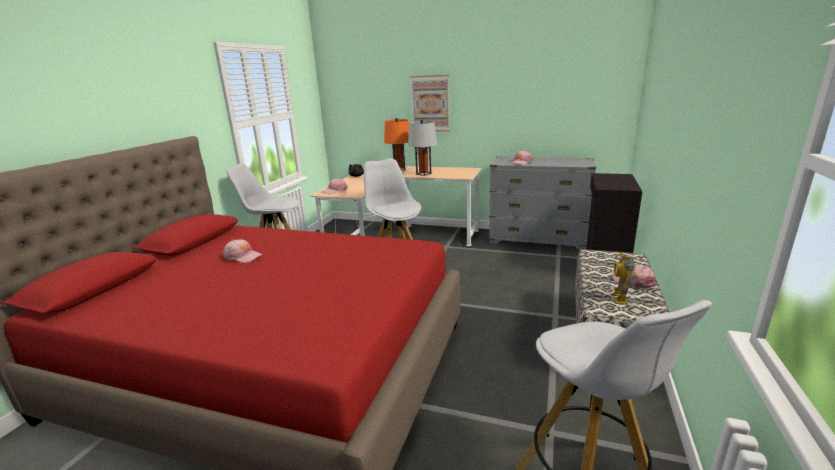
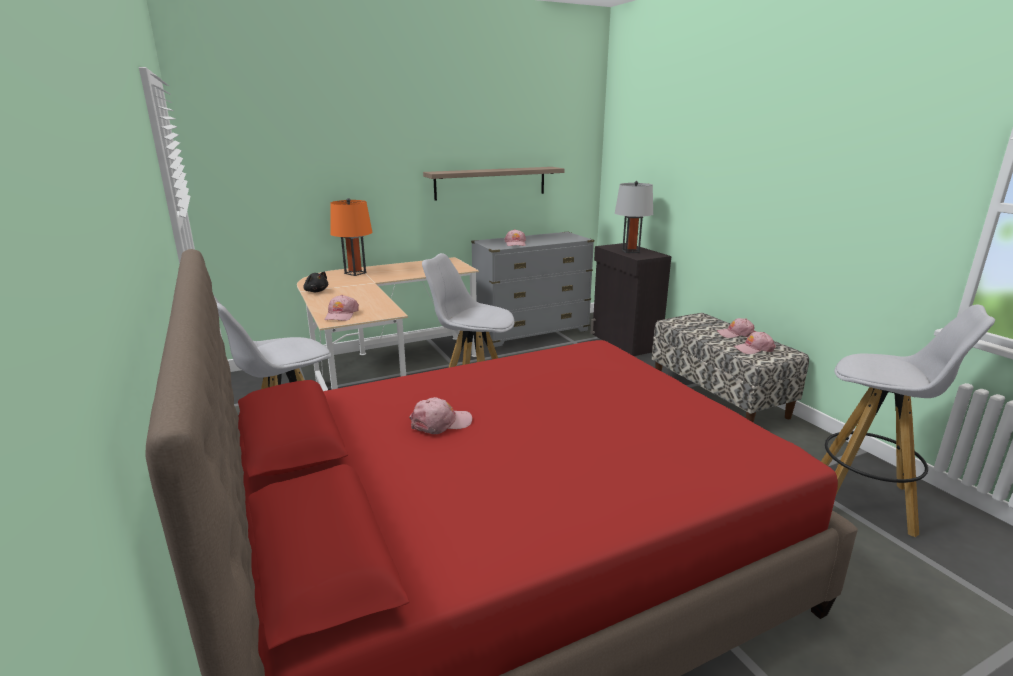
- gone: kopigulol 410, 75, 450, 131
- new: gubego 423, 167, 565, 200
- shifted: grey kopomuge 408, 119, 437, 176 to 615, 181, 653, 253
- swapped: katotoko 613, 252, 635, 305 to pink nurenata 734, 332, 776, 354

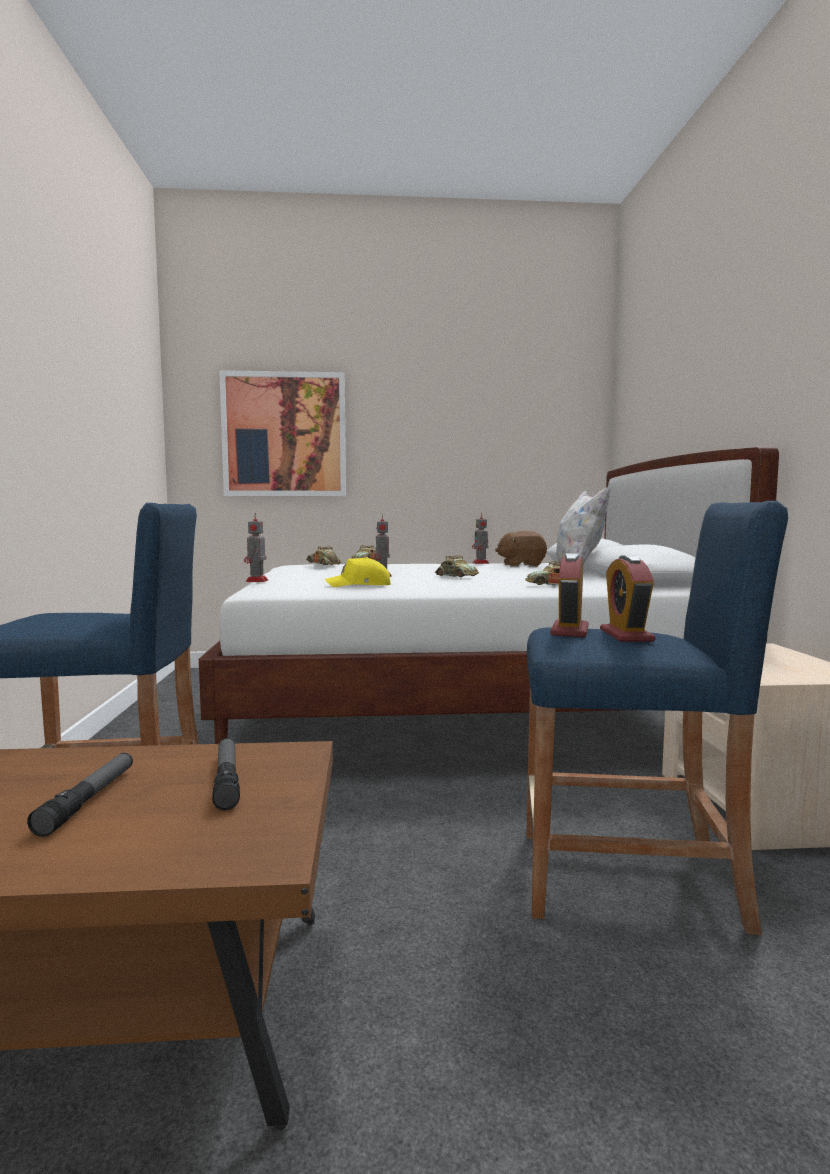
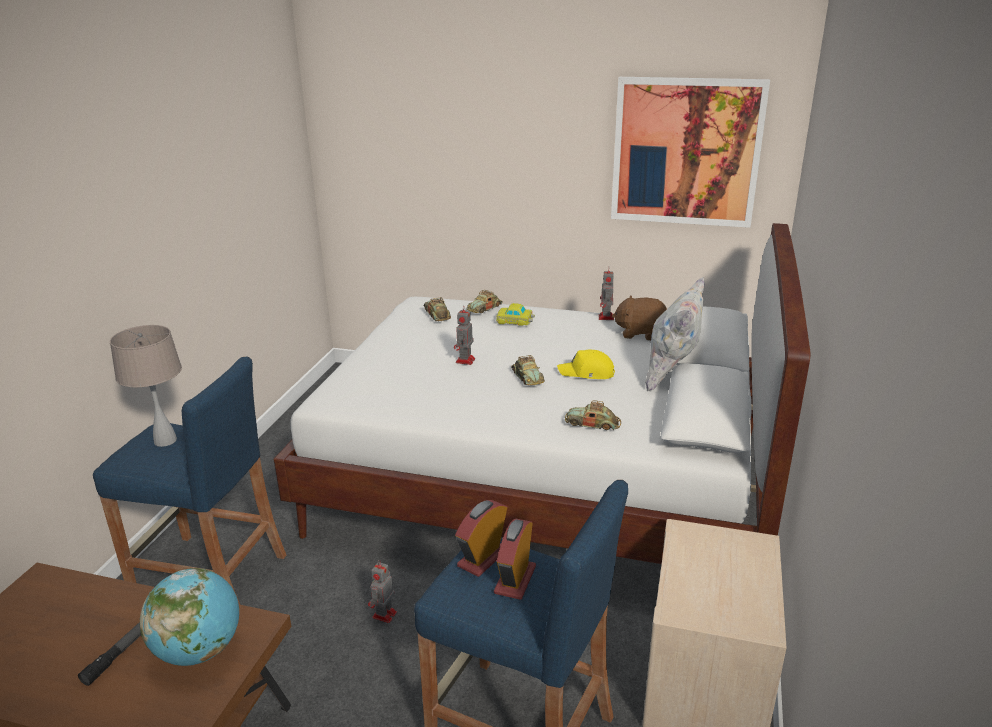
- new: beige kopomuge 110, 325, 182, 447
- new: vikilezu 496, 303, 535, 326
- shifted: kopigulol 219, 370, 346, 496 to 611, 77, 770, 228
- shifted: katotoko 244, 513, 268, 582 to 368, 561, 397, 623
- shifted: yellow nurenata 325, 557, 391, 587 to 557, 350, 615, 379
- swapped: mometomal 212, 738, 240, 810 to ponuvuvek 140, 568, 239, 666

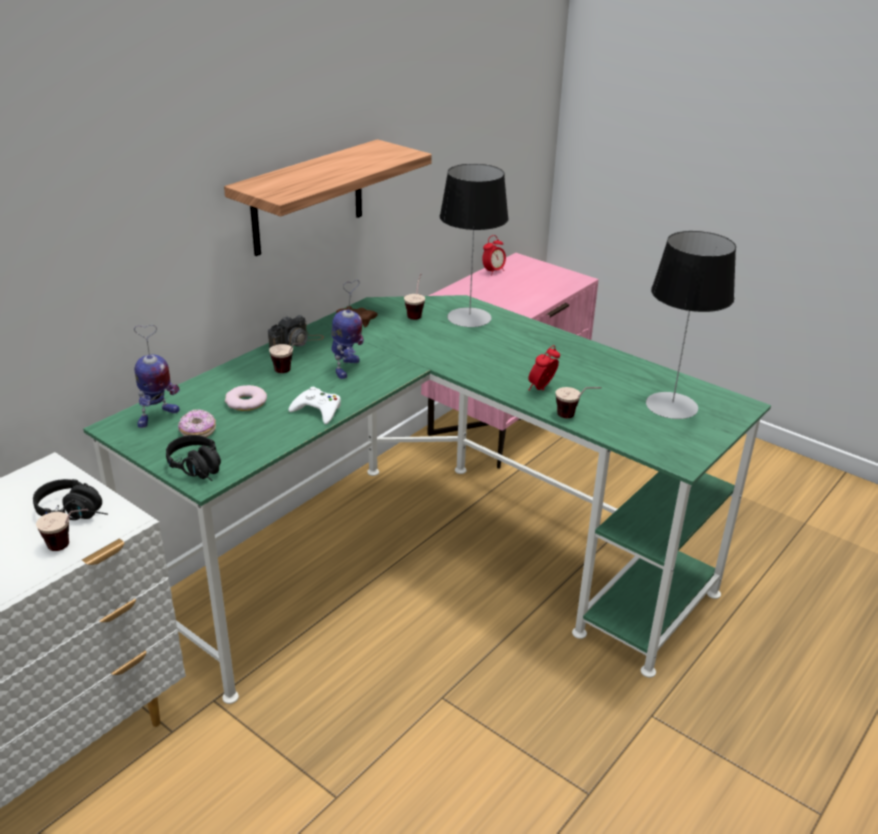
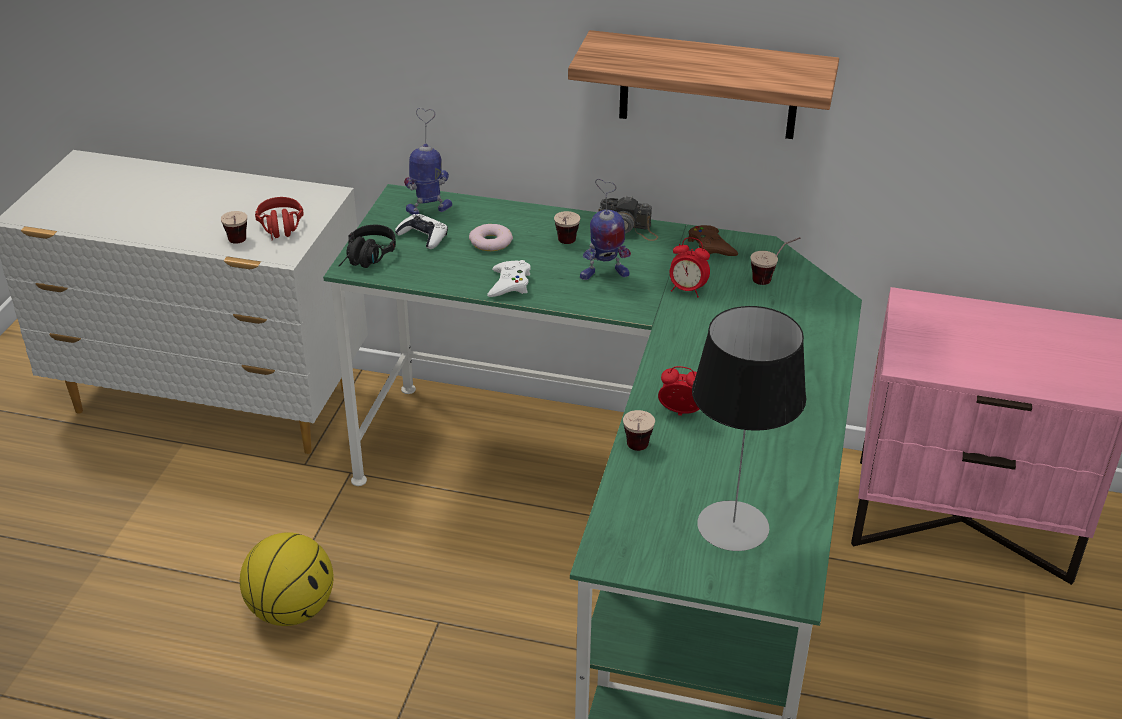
- gone: kopomuge 440, 164, 509, 327
- new: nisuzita 240, 532, 333, 626
- shifted: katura 482, 235, 506, 275 to 670, 237, 710, 298
- swapped: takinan 178, 409, 216, 437 to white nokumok 395, 214, 448, 249
- repainted: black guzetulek 33, 479, 108, 520 to red guzetulek 255, 197, 304, 240
- rotated: katotoko 134, 325, 180, 428 = 404, 108, 452, 215 150 degrees clockwise

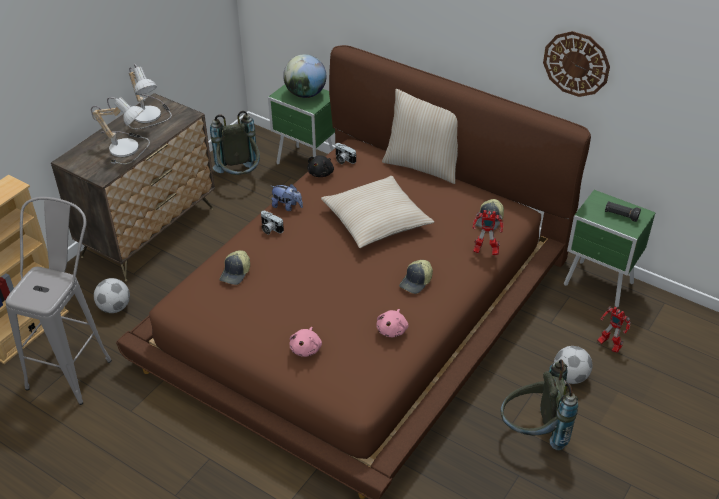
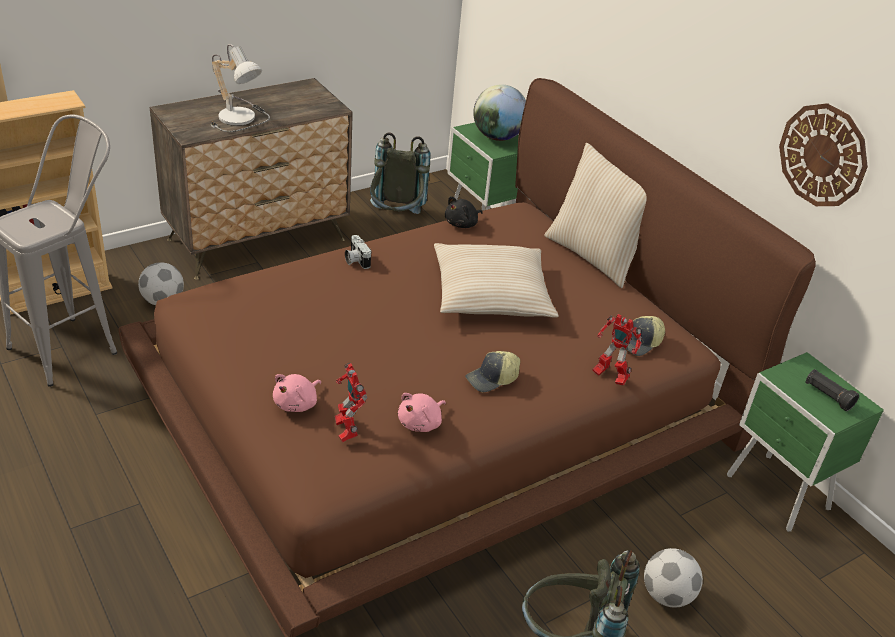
- gone: kopomuge 124, 64, 172, 129
- gone: nurenata 220, 250, 250, 285
- gone: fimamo 271, 184, 303, 211
- gone: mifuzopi 335, 143, 356, 164
- shifted: katotoko 597, 306, 631, 353 to 335, 363, 367, 442

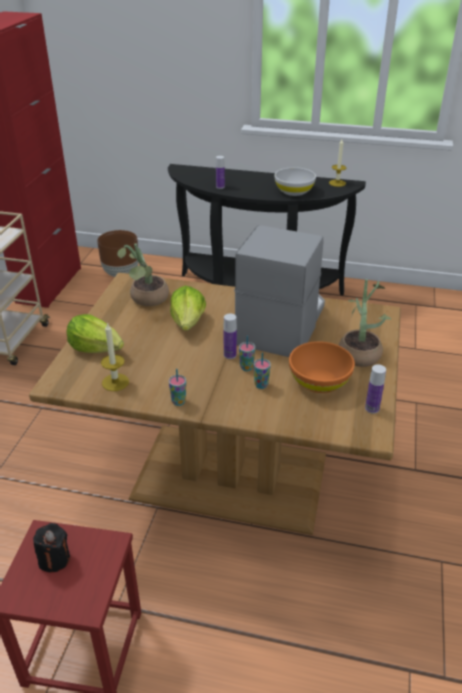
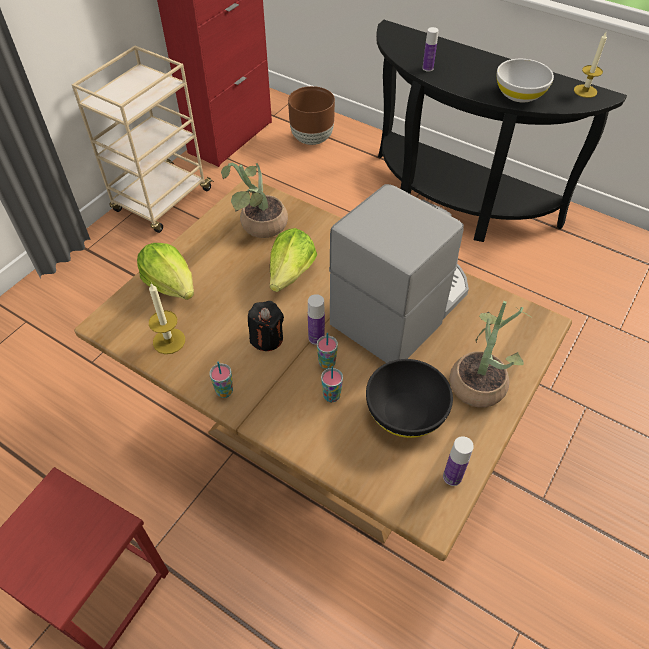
- shifted: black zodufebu 33, 523, 70, 573 to 248, 301, 284, 351
- repainted: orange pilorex 289, 341, 355, 393 to black pilorex 366, 359, 453, 438

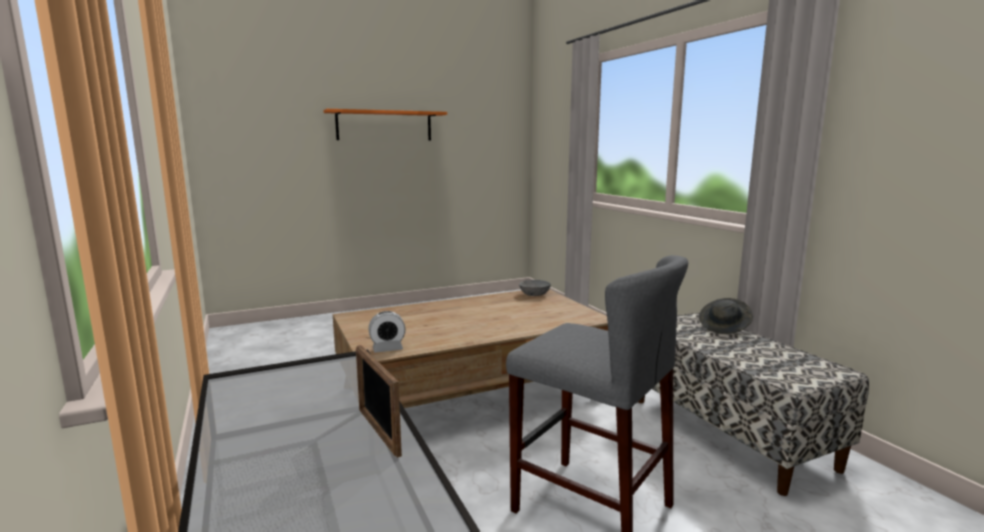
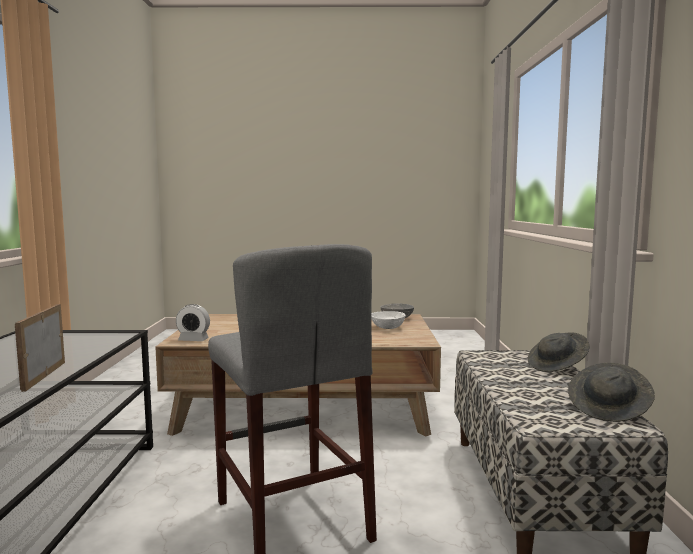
- gone: orange gubego 323, 109, 447, 141
- new: white pilorex 371, 311, 406, 329
- new: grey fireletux 568, 363, 655, 422

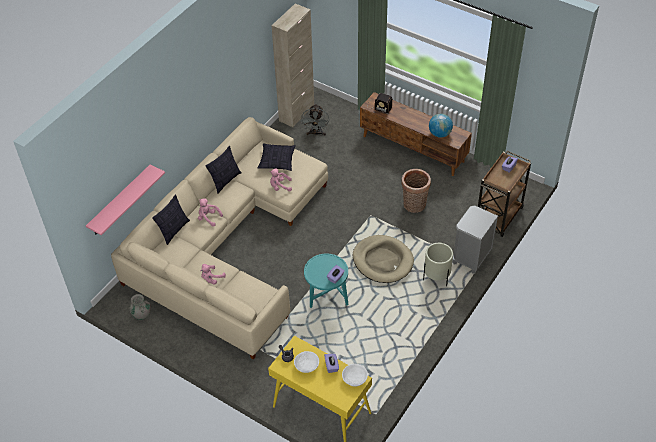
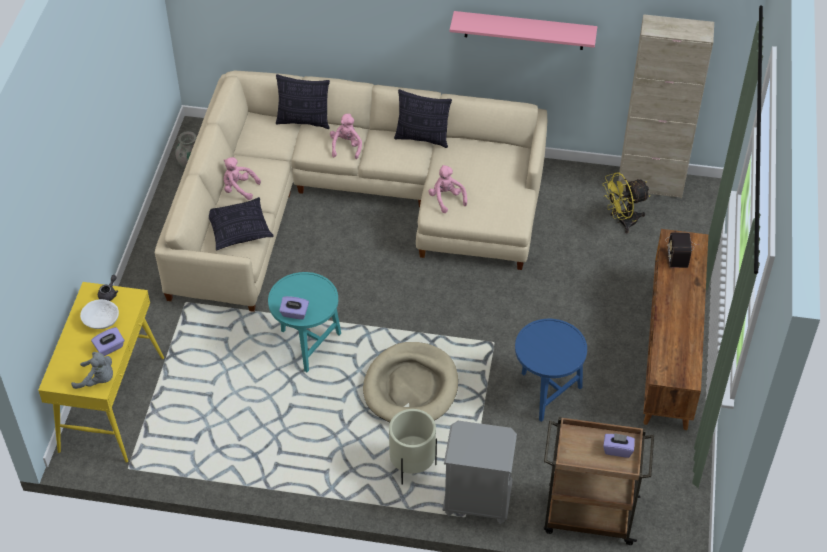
- gone: ponuvuvek 429, 113, 453, 138
- shifted: pink gubego 86, 164, 165, 235 to 450, 11, 597, 50
- shifted: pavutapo 257, 143, 296, 171 to 209, 197, 274, 250
- swapped: white pilorex 342, 364, 368, 387 to grey fimamo 71, 352, 113, 389
- swapped: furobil 401, 169, 431, 213 to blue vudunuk 515, 319, 587, 422
- repainted: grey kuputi 301, 104, 329, 136 to yellow kuputi 602, 172, 650, 233

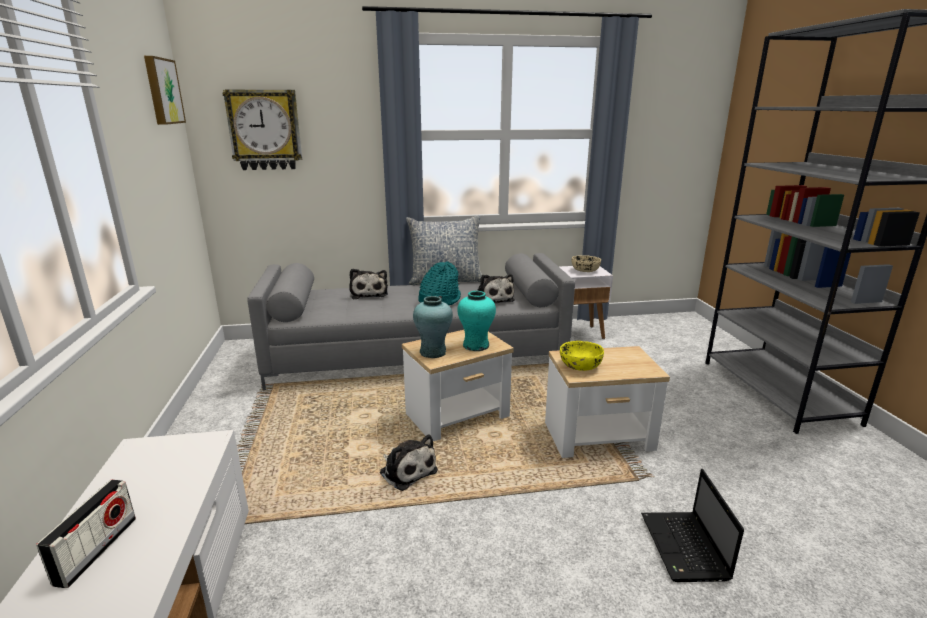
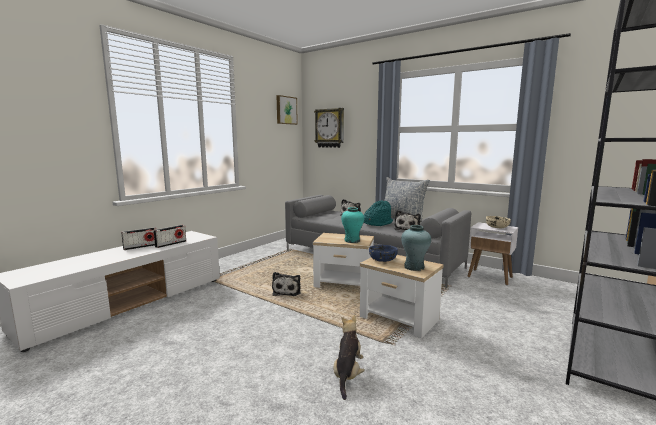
- new: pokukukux 153, 225, 186, 248
- shifted: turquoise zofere 413, 296, 453, 358 to 401, 225, 431, 271
- swapped: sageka 641, 469, 744, 582 to fimamo 334, 315, 365, 400
- repainted: yellow pilorex 560, 341, 604, 371 to blue pilorex 369, 245, 398, 262

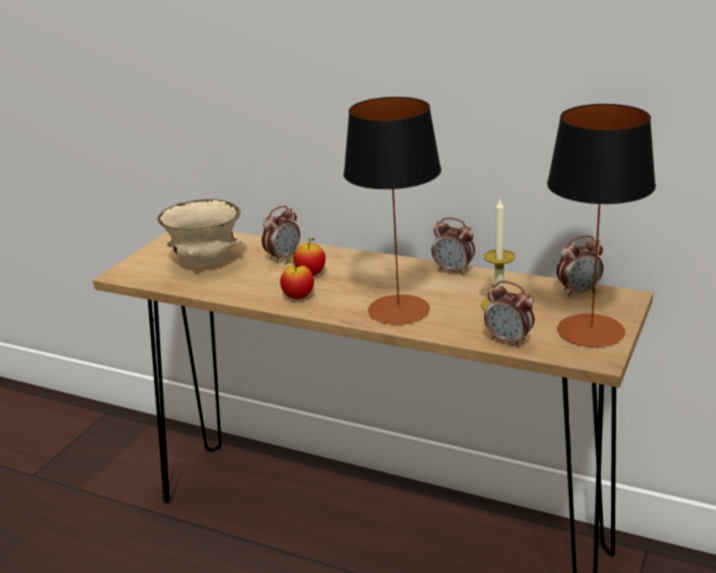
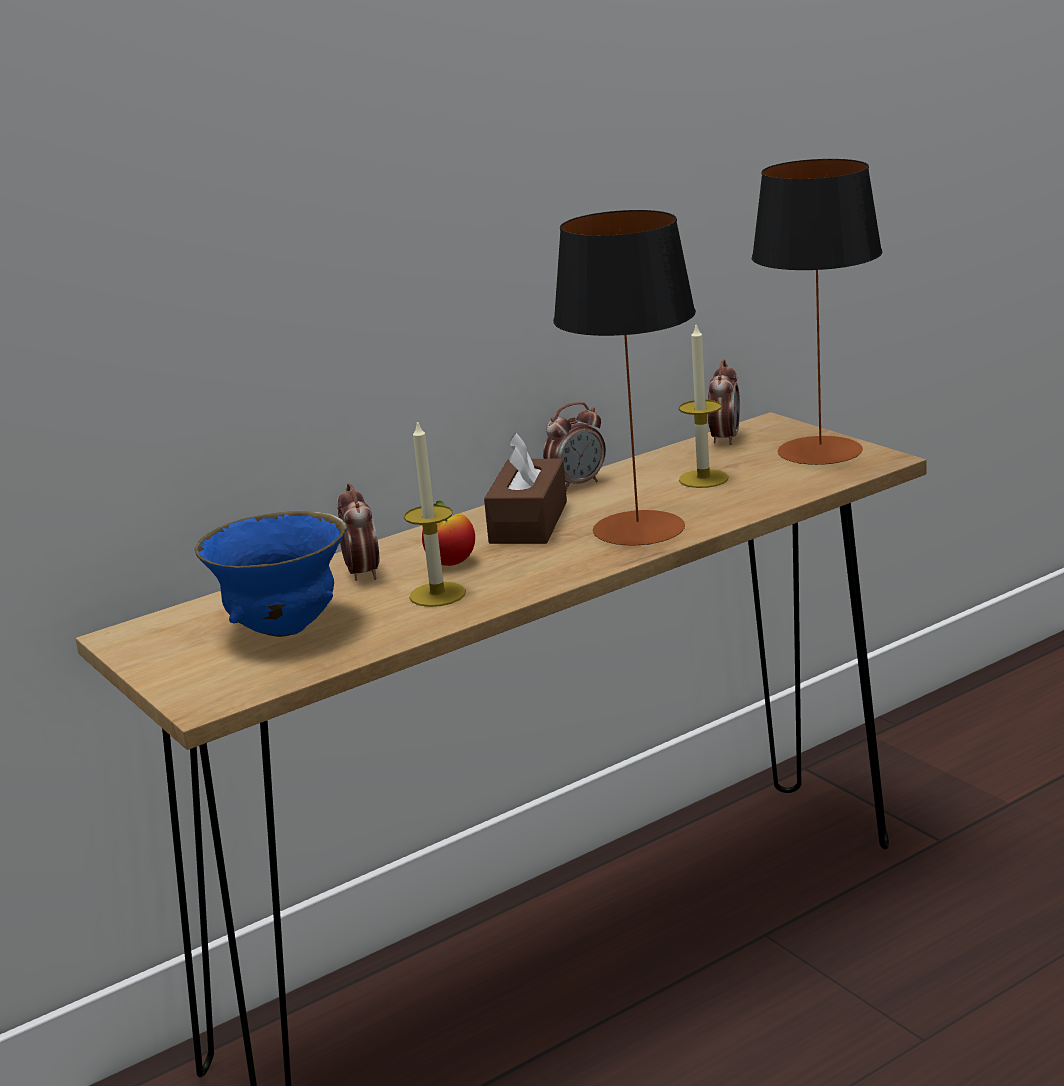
- gone: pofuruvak 280, 259, 314, 299
- gone: katura 484, 281, 535, 348
- new: zodufebu 404, 419, 466, 607
- new: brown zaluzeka 484, 433, 567, 544
- repainted: beige pilorex 157, 199, 241, 267 to blue pilorex 195, 511, 348, 637

